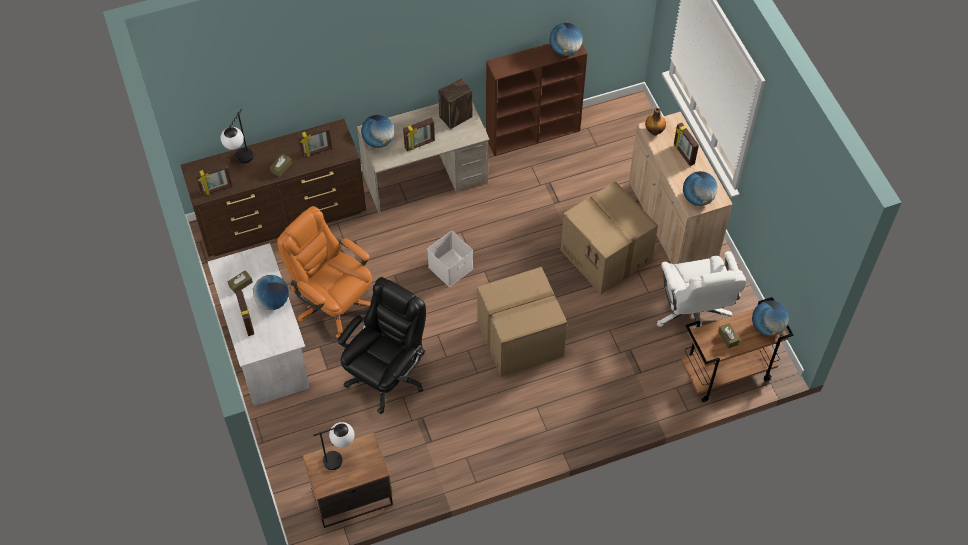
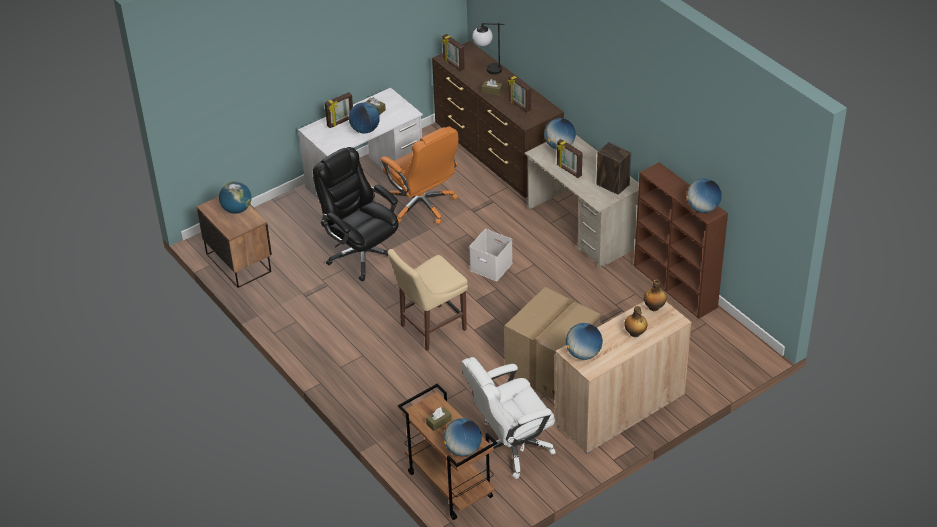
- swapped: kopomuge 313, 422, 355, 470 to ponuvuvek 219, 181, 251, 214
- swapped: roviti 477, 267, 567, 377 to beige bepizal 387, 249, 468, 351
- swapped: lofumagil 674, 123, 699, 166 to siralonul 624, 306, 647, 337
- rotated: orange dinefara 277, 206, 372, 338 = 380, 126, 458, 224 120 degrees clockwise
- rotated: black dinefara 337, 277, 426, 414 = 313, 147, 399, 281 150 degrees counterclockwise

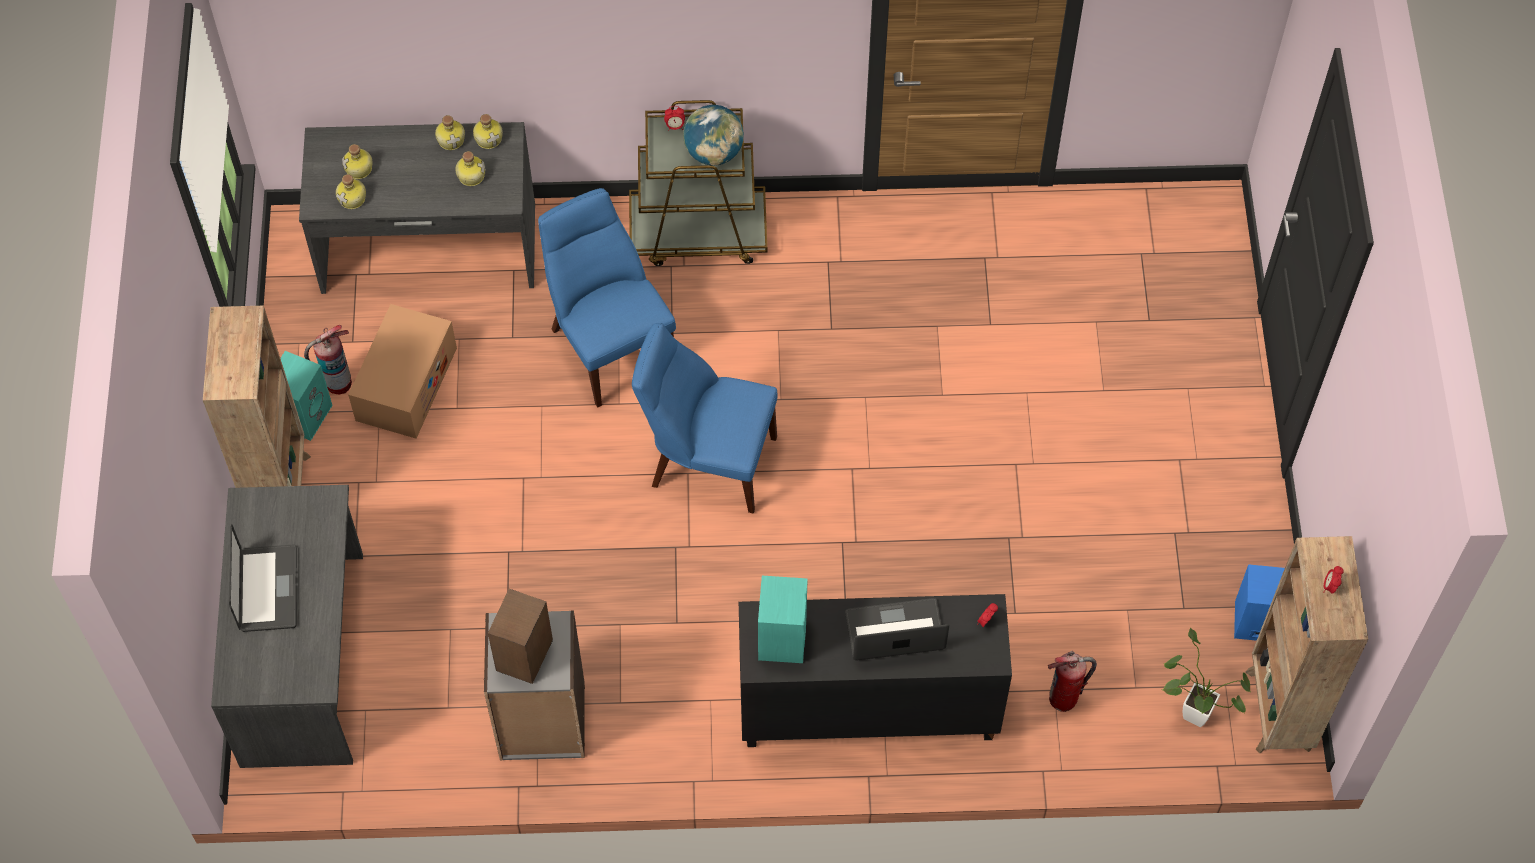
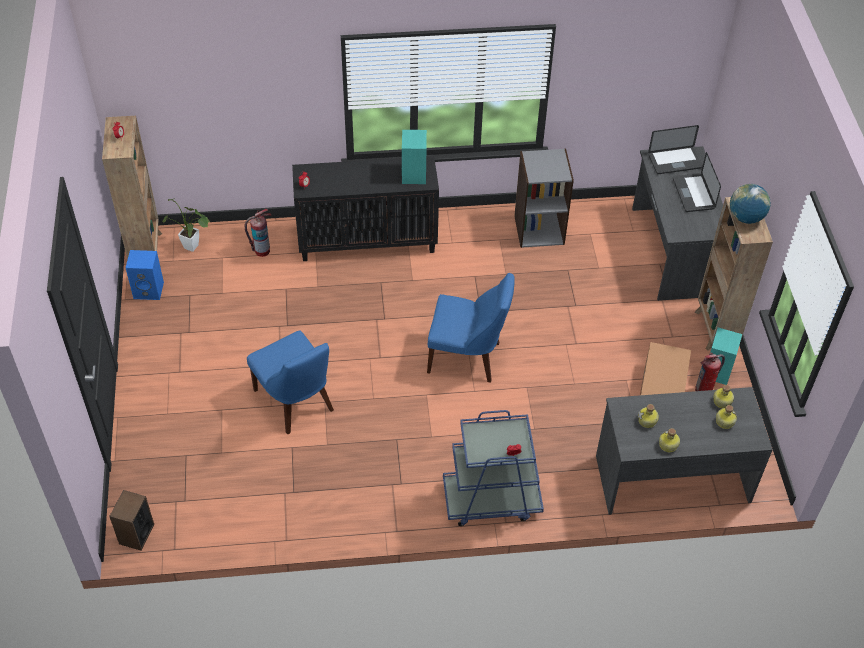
- gone: siralonul 473, 114, 503, 149
- shifted: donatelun 488, 589, 553, 684 to 109, 490, 154, 550
- shifted: blue bepizal 538, 188, 676, 407 to 247, 330, 334, 434
- shifted: ponuvuvek 683, 105, 744, 166 to 730, 184, 770, 224
- shifted: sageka 845, 598, 949, 661 to 648, 125, 703, 174
- repainted: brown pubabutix 629, 100, 767, 266 to blue pubabutix 443, 410, 544, 526

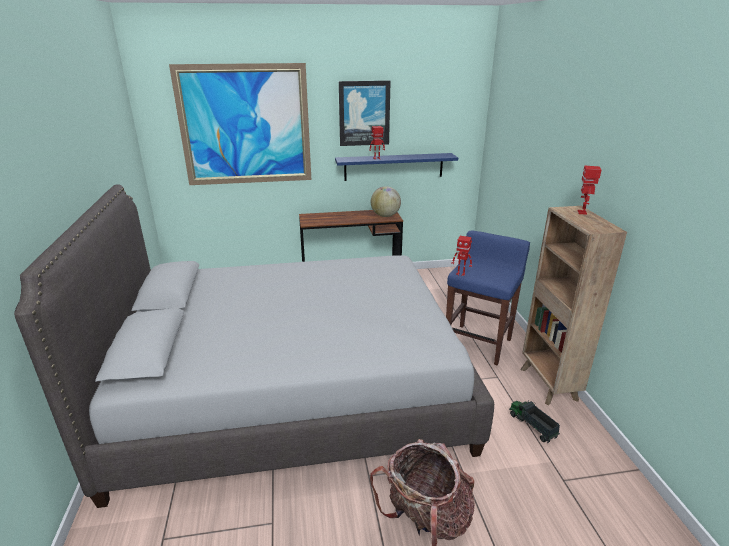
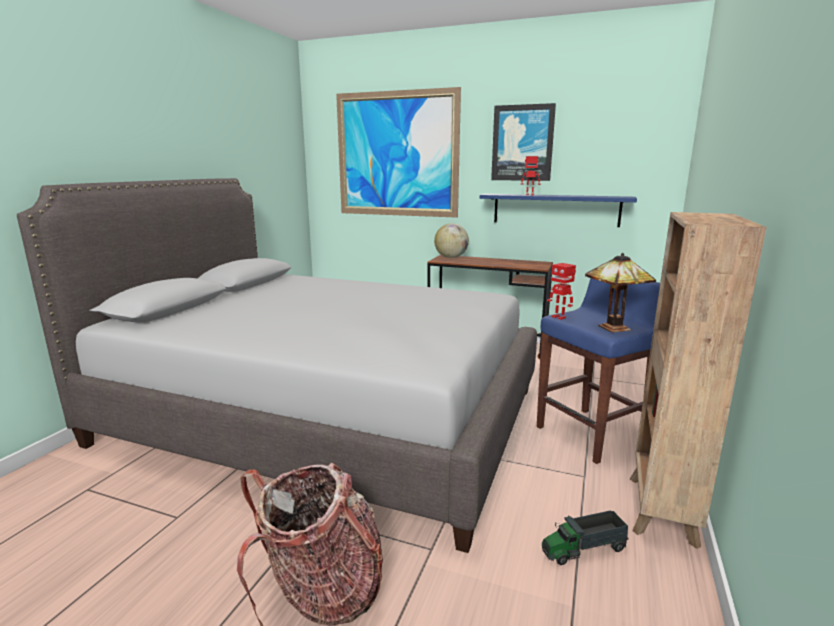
- gone: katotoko 578, 166, 601, 215
- new: kopomuge 585, 253, 656, 332
- shifted: ponuvuvek 371, 186, 401, 217 to 434, 223, 469, 258
- rotated: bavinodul 509, 401, 560, 443 = 542, 510, 629, 565 105 degrees counterclockwise

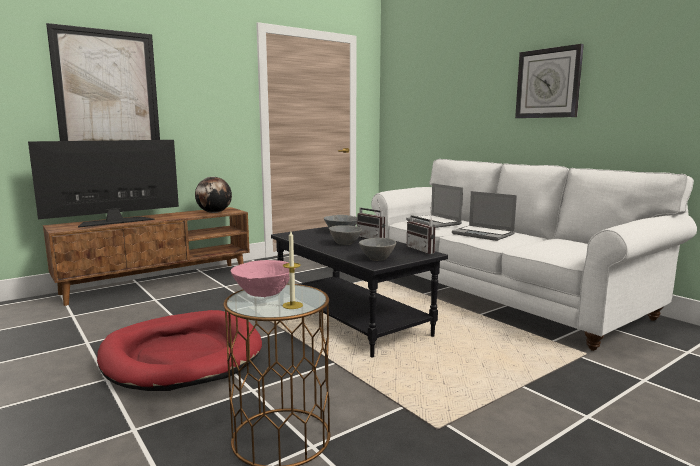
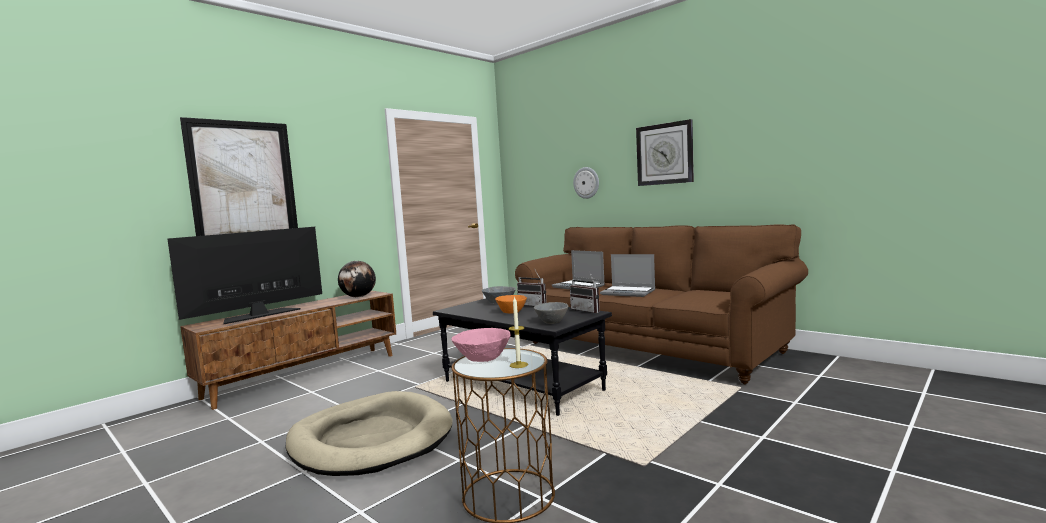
- new: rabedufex 573, 167, 599, 199
- repainted: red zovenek 97, 310, 262, 391 to beige zovenek 286, 391, 453, 476
- repainted: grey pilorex 329, 225, 362, 245 to orange pilorex 495, 295, 527, 313
- repainted: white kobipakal 371, 159, 697, 351 to brown kobipakal 515, 224, 808, 384

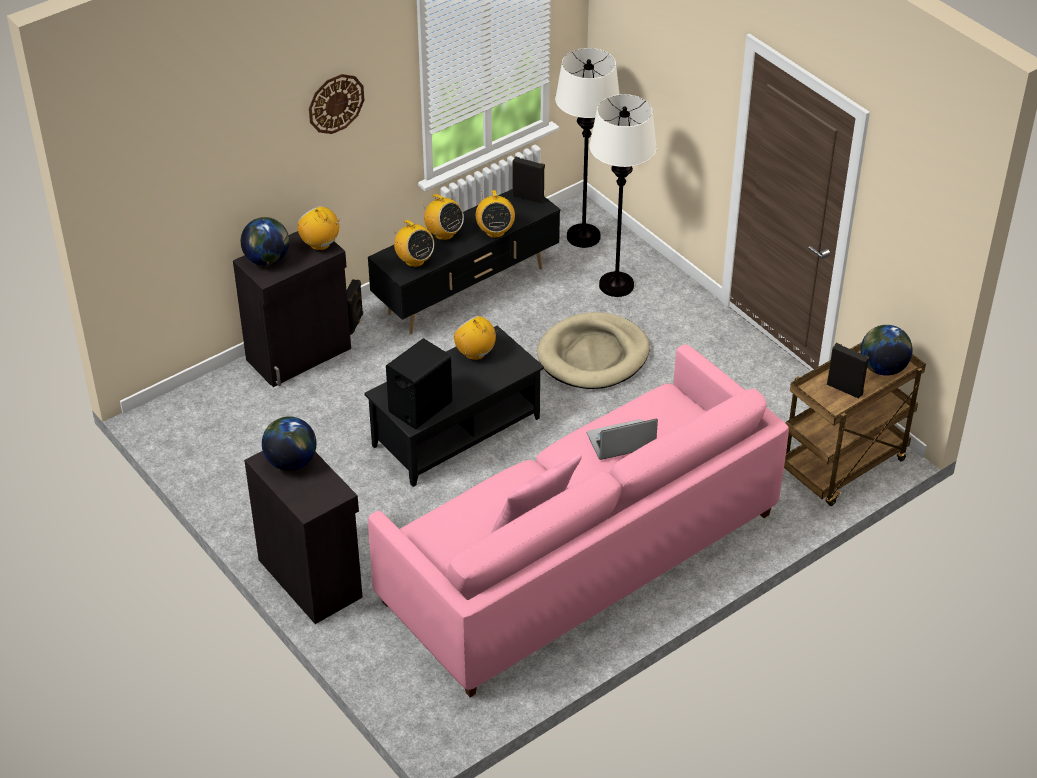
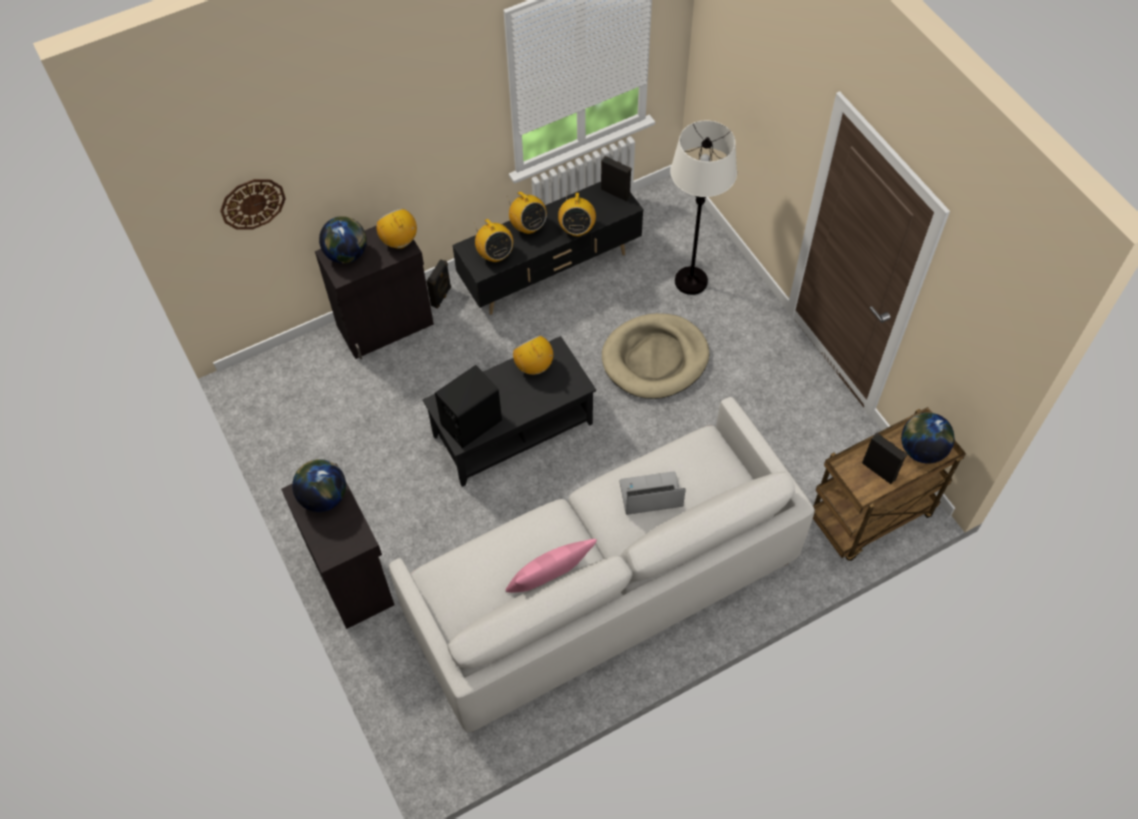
- gone: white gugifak 555, 48, 619, 248
- shifted: rabedufex 309, 74, 364, 134 to 220, 179, 286, 230
- repainted: pink kobipakal 368, 344, 789, 697 to white kobipakal 389, 397, 815, 732

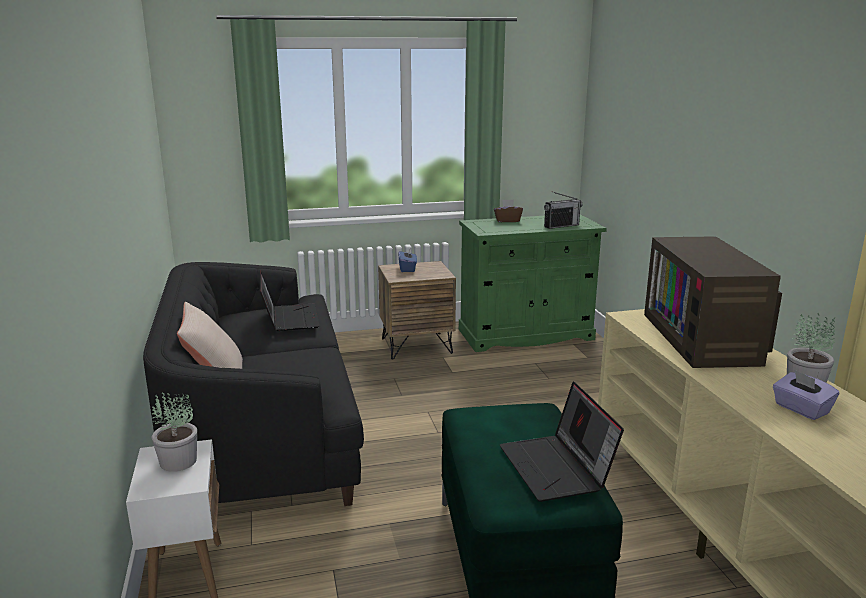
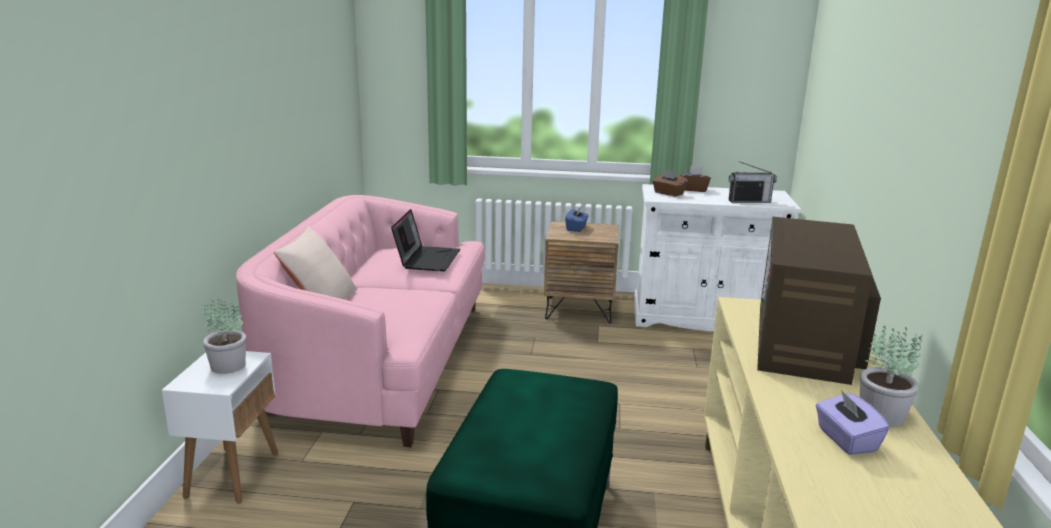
- gone: sageka 500, 381, 624, 502
- new: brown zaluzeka 652, 170, 688, 197
- repainted: black kobipakal 143, 262, 364, 506 to pink kobipakal 236, 195, 485, 447
- repainted: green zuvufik 459, 215, 607, 352 to white zuvufik 634, 184, 801, 331

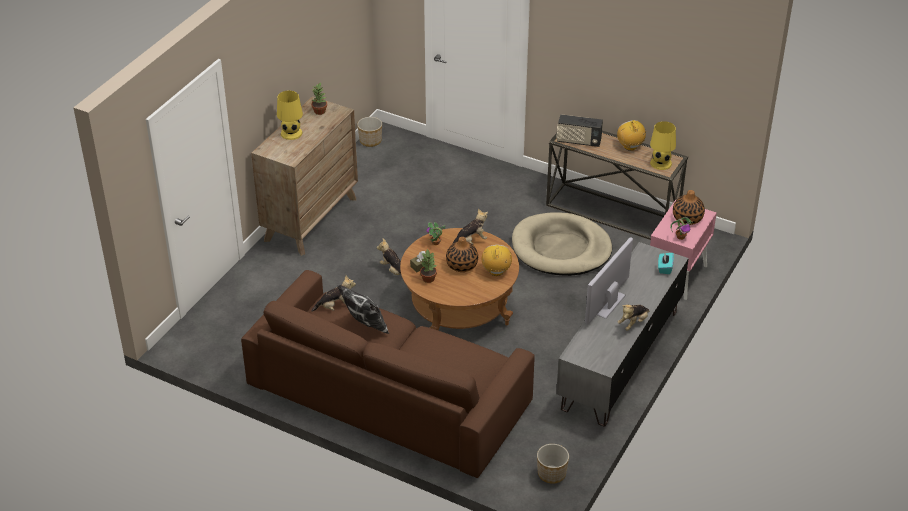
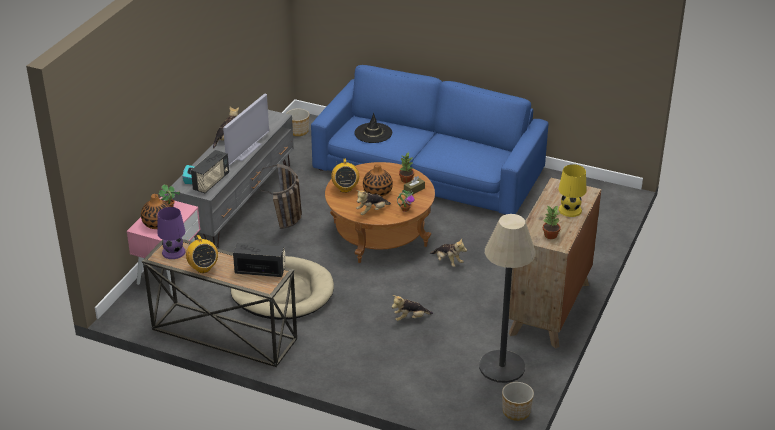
- gone: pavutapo 338, 285, 389, 334
- new: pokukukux 191, 150, 229, 193
- new: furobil 258, 164, 302, 229
- new: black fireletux 354, 113, 392, 143
- new: gugifak 479, 214, 536, 383
- shifted: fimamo 311, 275, 356, 312 to 392, 295, 433, 321
- repainted: brown kobipakal 241, 270, 535, 478 to blue kobipakal 311, 65, 548, 215
- repainted: yellow kopomuge 650, 121, 676, 170 to purple kopomuge 157, 207, 186, 259

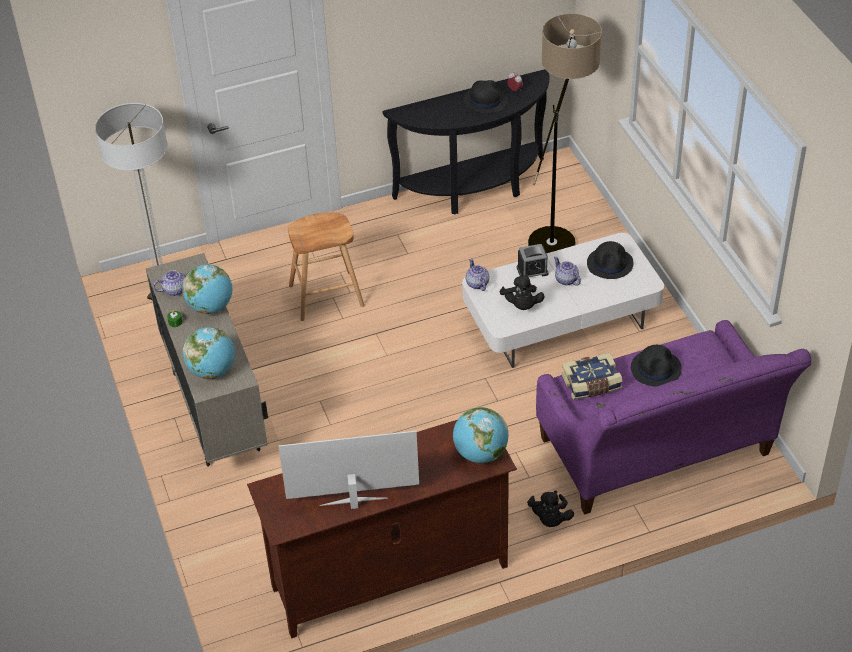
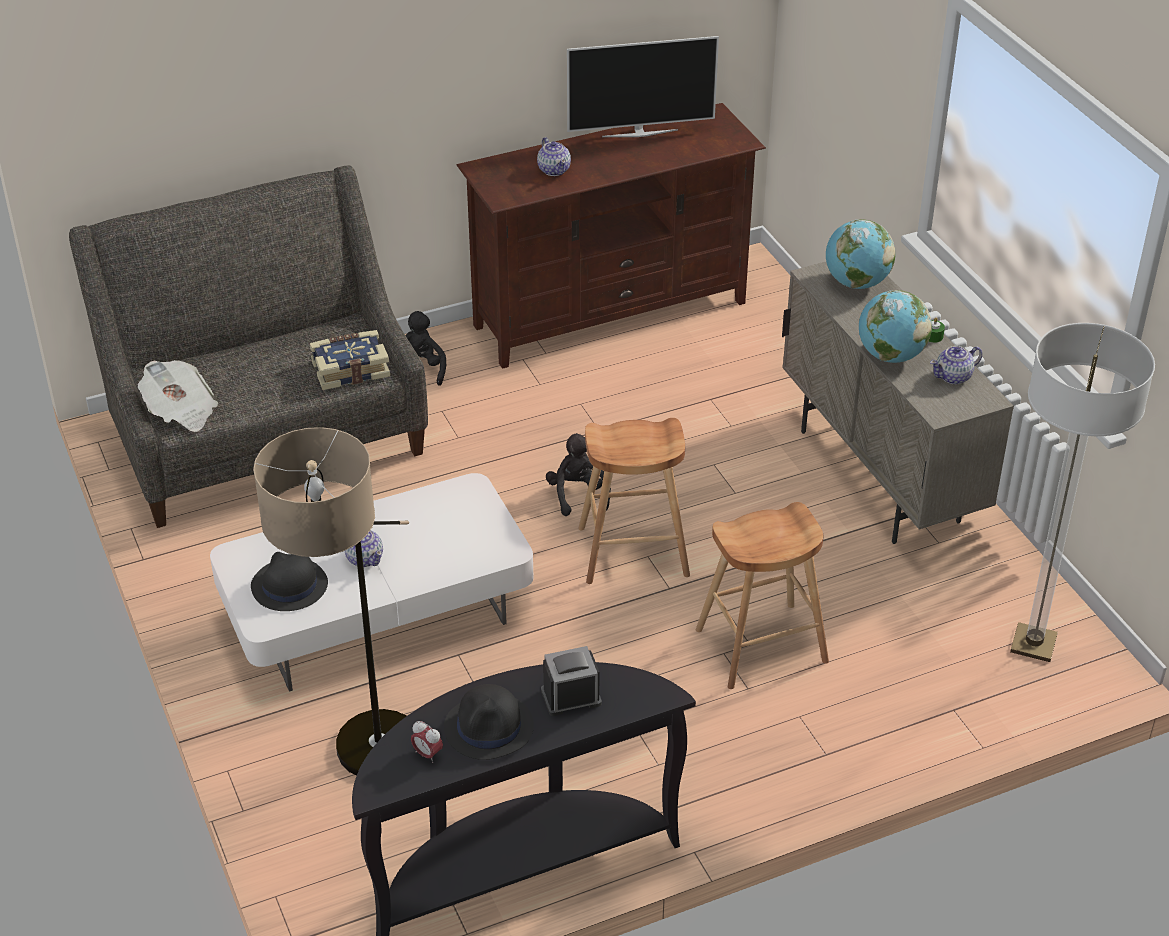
- gone: ponuvuvek 453, 407, 508, 463
- gone: black fireletux 631, 345, 682, 387
- new: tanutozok 138, 360, 218, 432
- new: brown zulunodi 578, 418, 690, 584
- shifted: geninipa 466, 259, 489, 291 to 537, 137, 571, 176
- shifted: black fimamo 500, 274, 544, 310 to 546, 433, 611, 516
- shifted: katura 517, 244, 548, 277 to 541, 646, 602, 716
- repainted: purple kobipakal 536, 320, 812, 514 to grey kobipakal 69, 166, 428, 528

